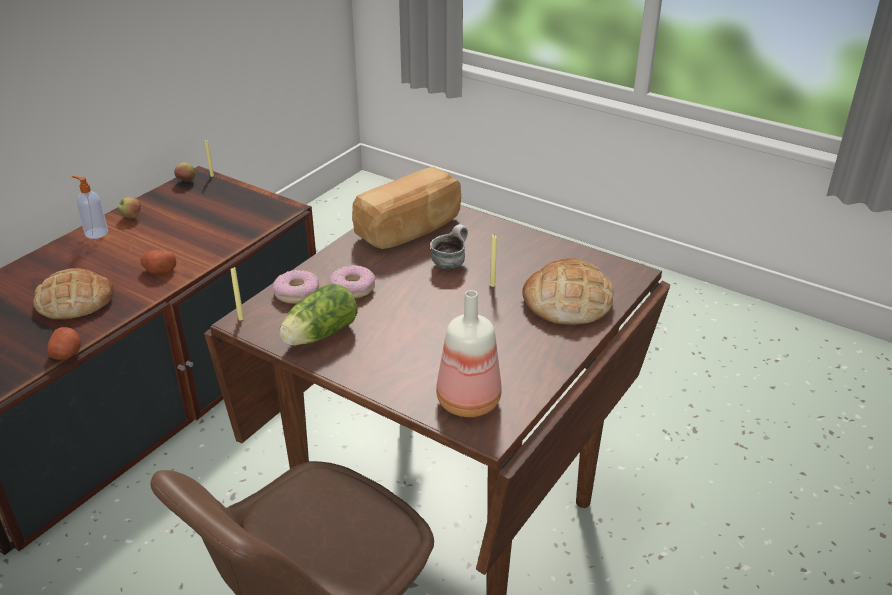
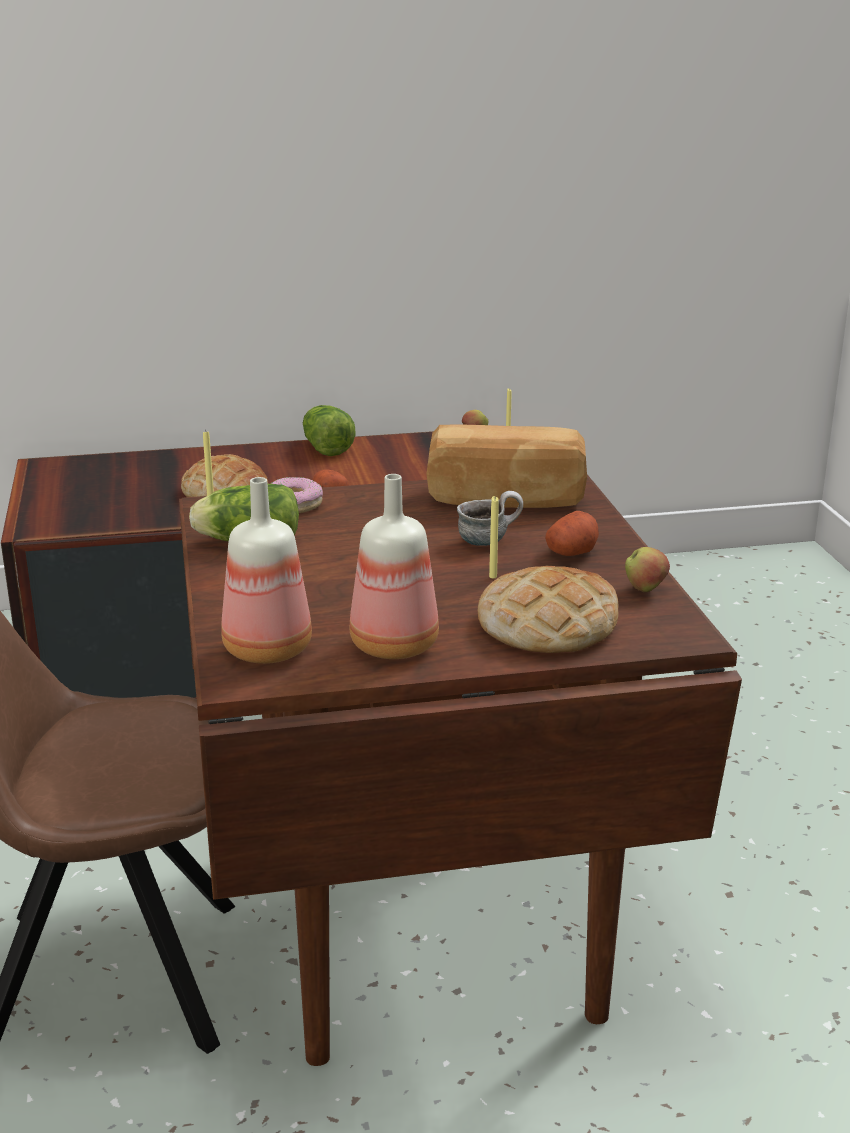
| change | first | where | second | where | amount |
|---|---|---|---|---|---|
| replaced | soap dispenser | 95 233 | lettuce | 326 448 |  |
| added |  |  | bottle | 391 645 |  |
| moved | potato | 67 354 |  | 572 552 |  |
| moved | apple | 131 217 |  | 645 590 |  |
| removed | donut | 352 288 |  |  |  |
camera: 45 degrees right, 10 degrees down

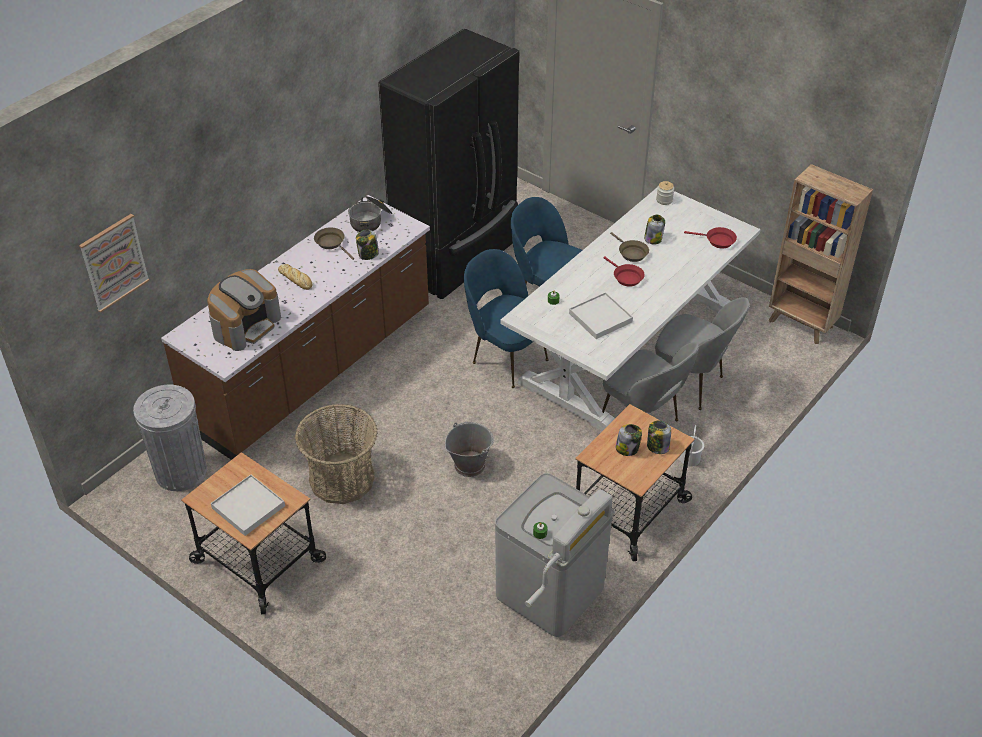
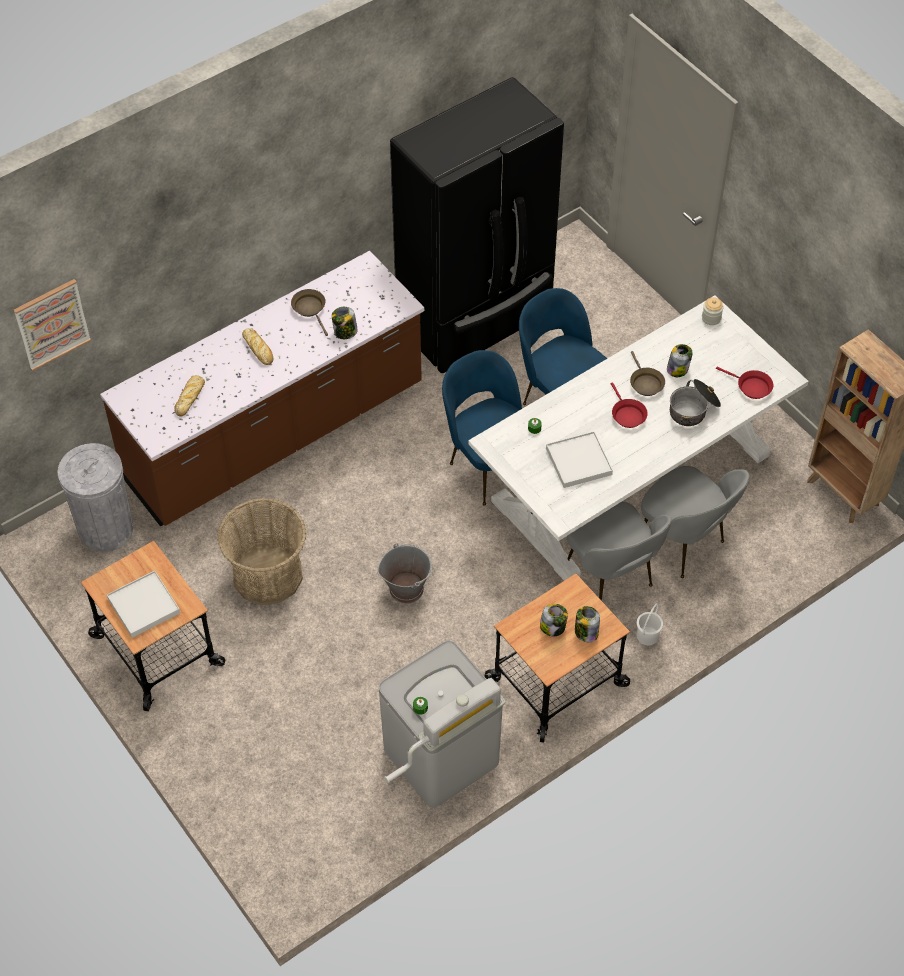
| change | first | where | second | where | amount |
|---|---|---|---|---|---|
| replaced | coffee machine | 246 325 | bread | 190 397 |  |
| moved | cooking pot | 370 221 |  | 693 409 |  |
camera: 15 degrees right, 10 degrees up

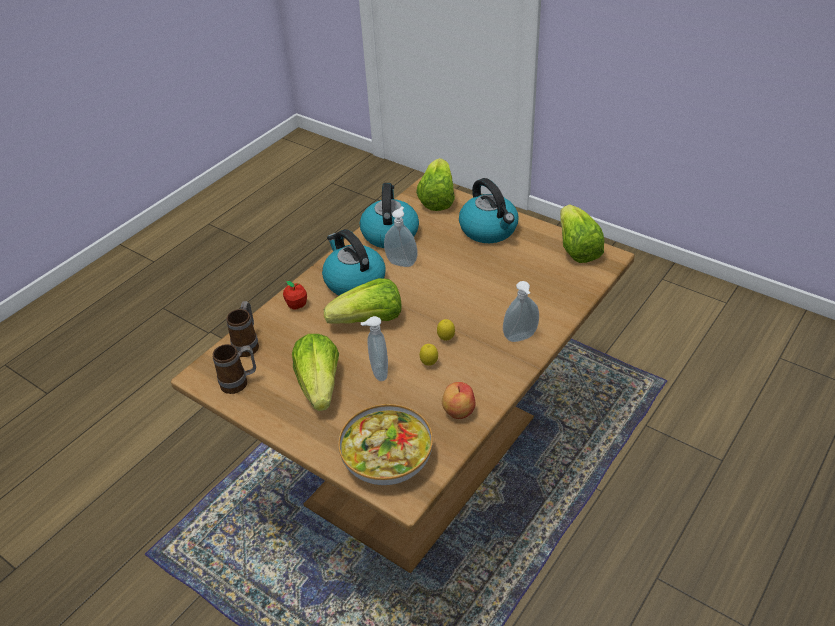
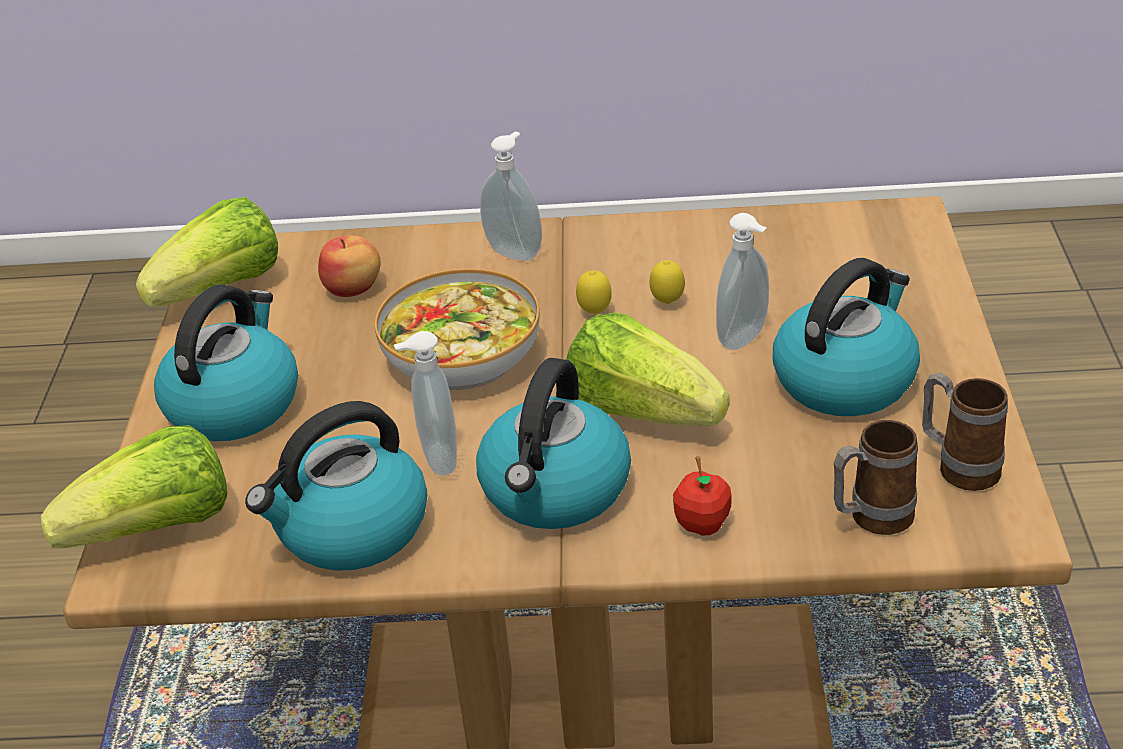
| change | first | where | second | where | amount |
|---|---|---|---|---|---|
| moved | apple | 458 411 |  | 353 289 |  |
| moved | bowl | 388 458 |  | 462 356 |  |
| replaced | lettuce | 319 385 | kettle | 845 379 |  |
camera: 125 degrees left, 5 degrees down

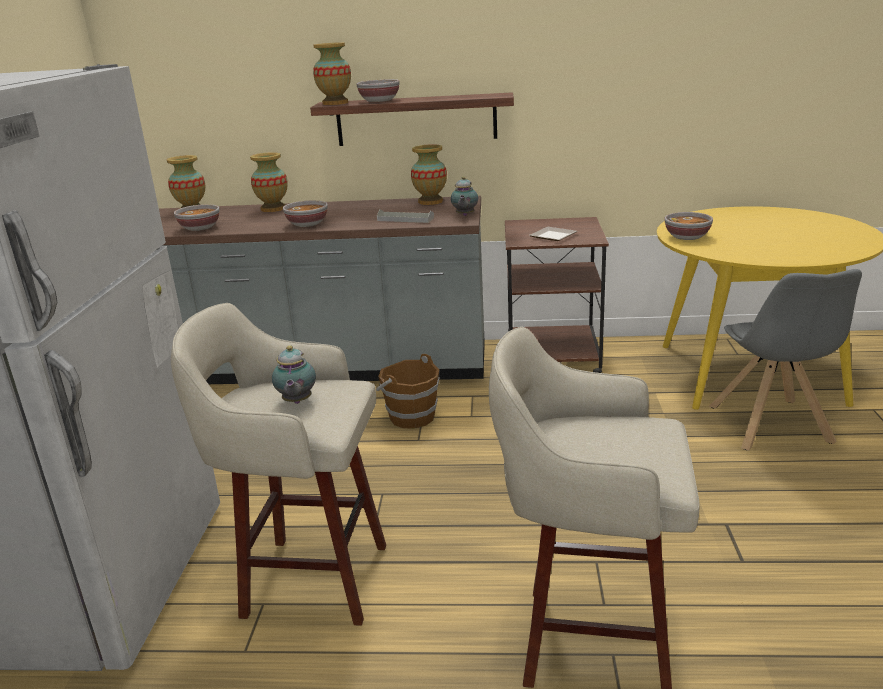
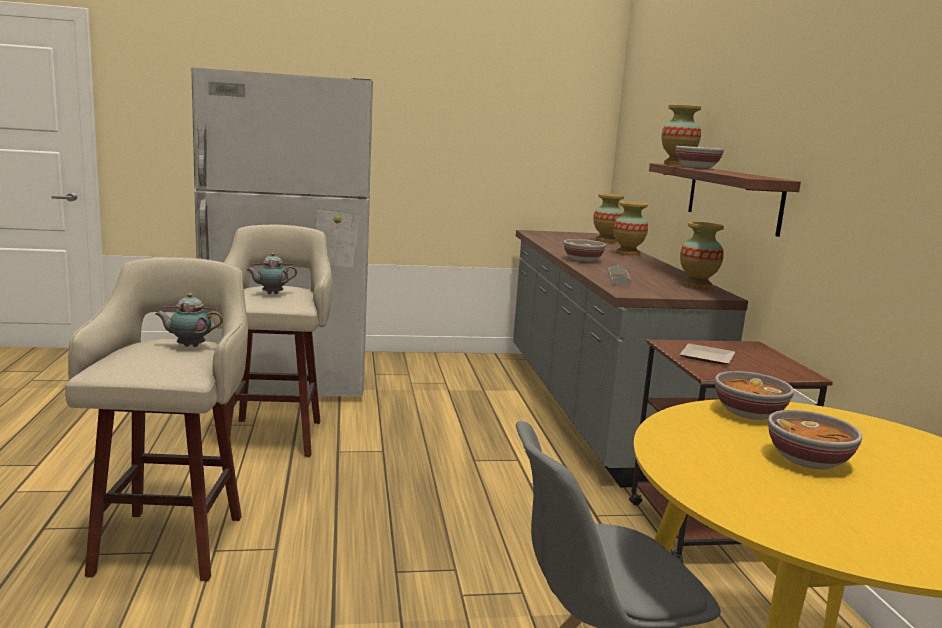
| change | first | where | second | where | amount |
|---|---|---|---|---|---|
| moved | teapot | 464 215 |  | 189 346 |  |
| moved | bowl | 200 228 |  | 808 460 |  |
| removed | brown bucket | 411 417 |  |  |  |
camera: 75 degrees right, 10 degrees down

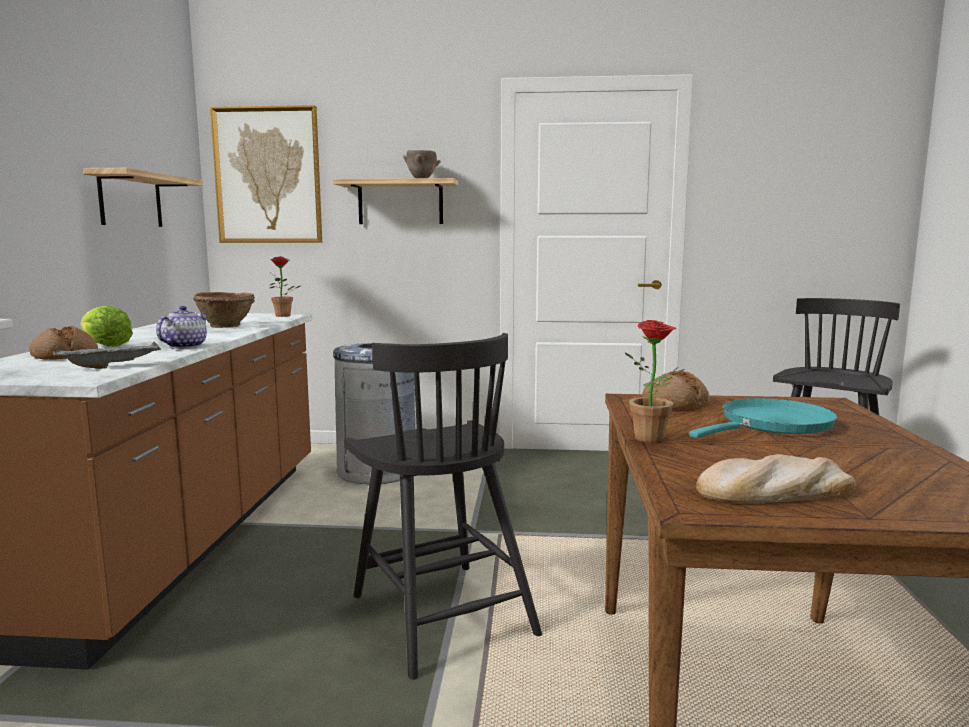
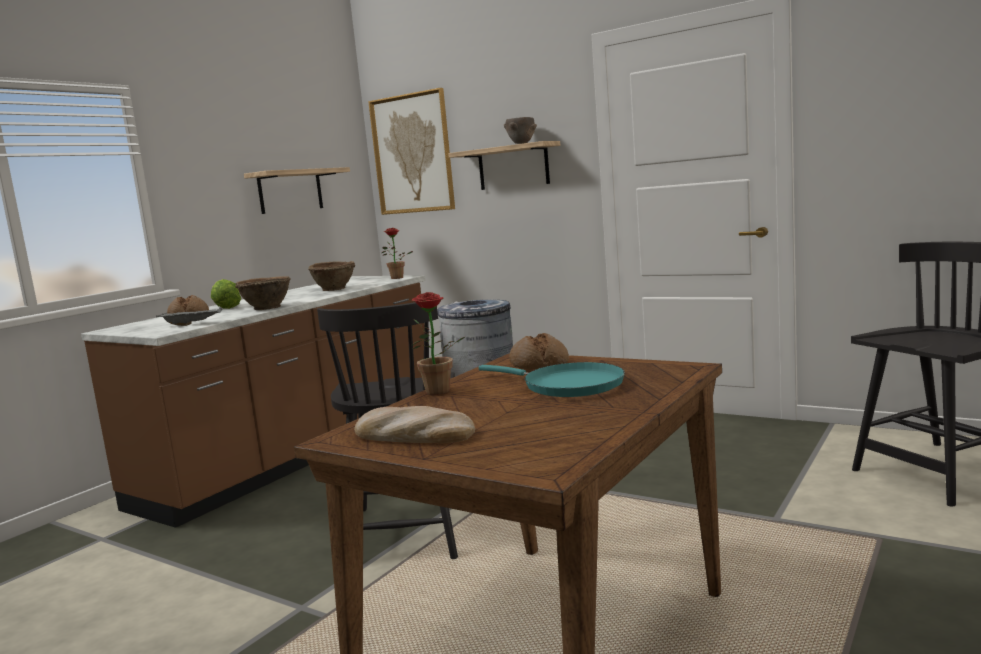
| change | first | where | second | where | amount |
|---|---|---|---|---|---|
| replaced | teapot | 185 346 | brown bowl | 266 308 |  |
| turned | turquoise frying pan | 772 424 |  | 567 385 | 45 degrees clockwise |
camera: 30 degrees right, 0 degrees up

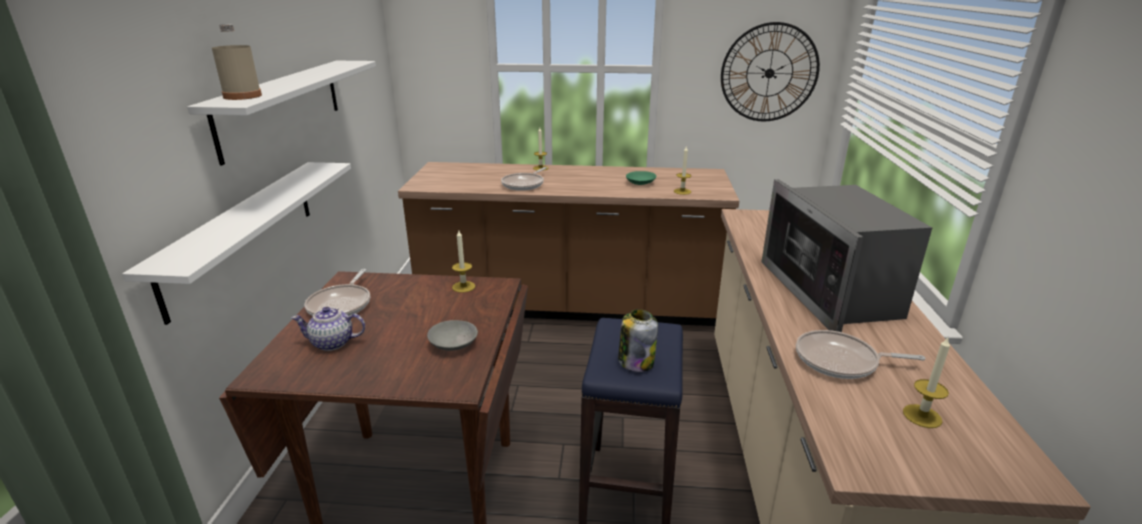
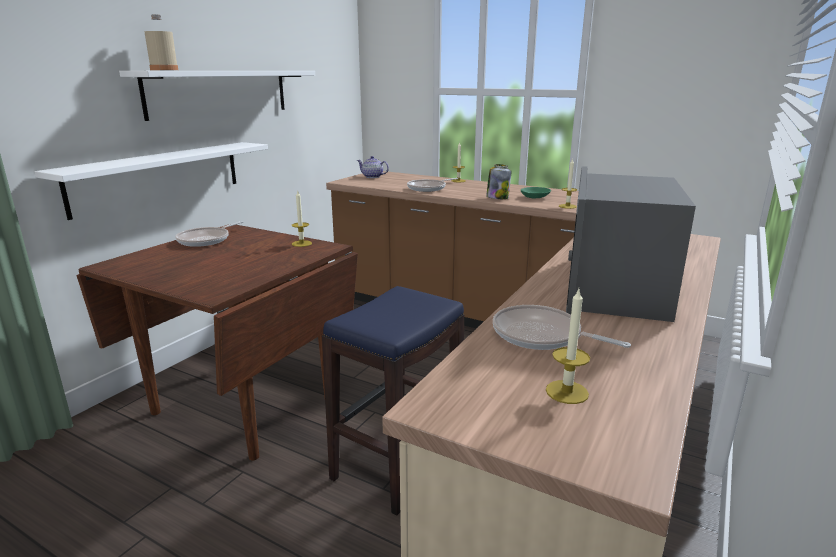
| change | first | where | second | where | amount |
|---|---|---|---|---|---|
| moved | teapot | 333 343 |  | 372 177 |  |
| moved | jar | 635 361 |  | 497 198 |  |
| removed | grey bowl | 454 343 |  |  |  |
| removed | wall clock | 769 73 |  |  |  |
camera: 25 degrees right, 5 degrees down

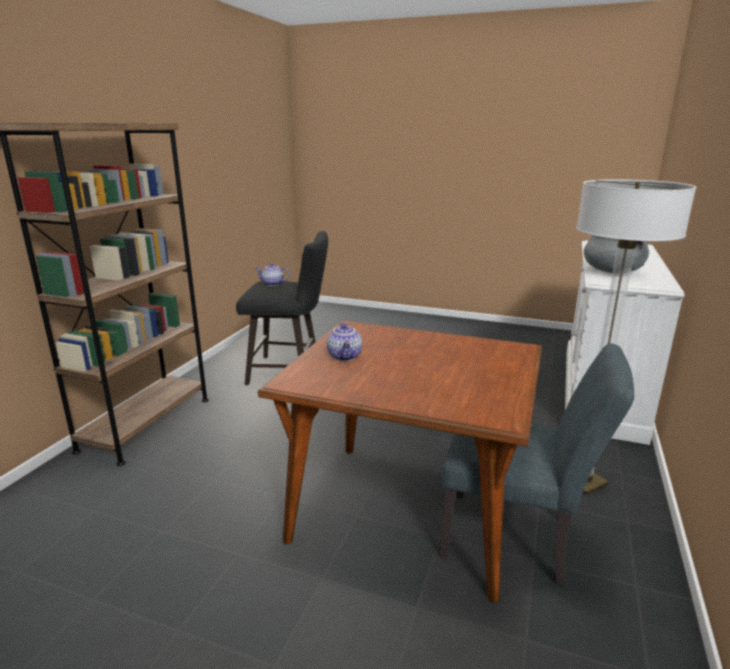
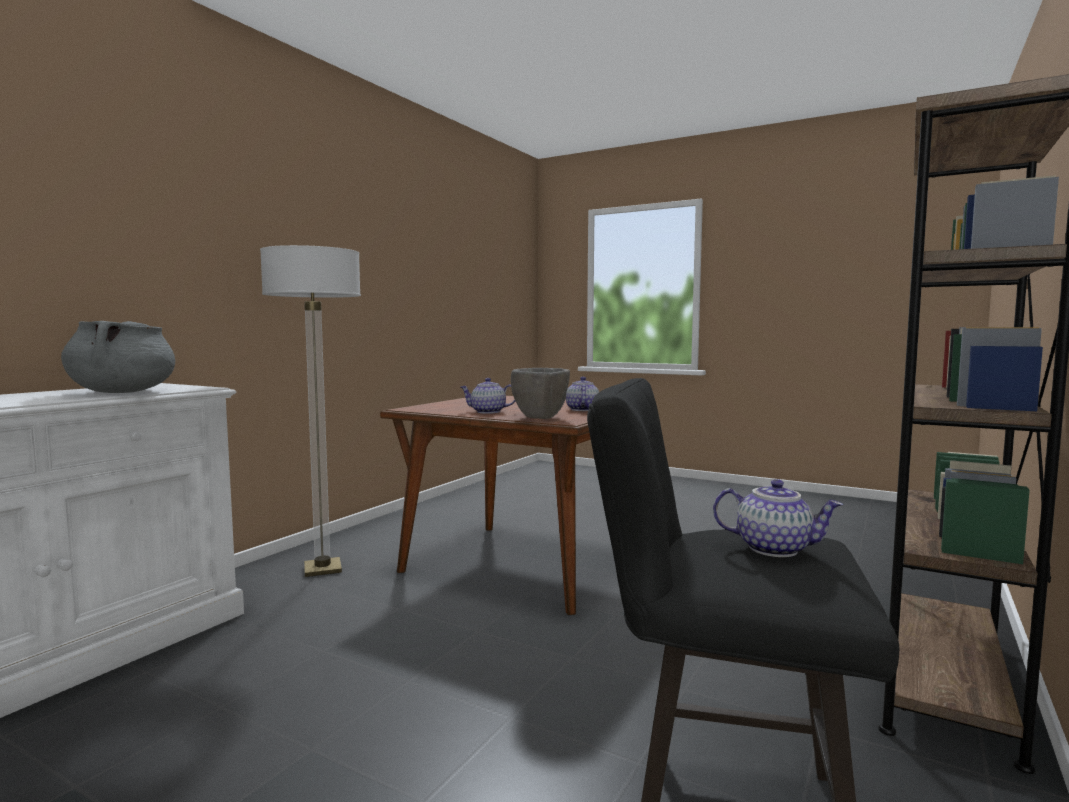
| change | first | where | second | where | amount |
|---|---|---|---|---|---|
| added |  |  | teapot | 488 412 |  |
| added |  |  | grey bowl | 540 418 |  |
| removed | grey chair | 517 539 |  |  |  |
camera: 170 degrees left, 15 degrees down

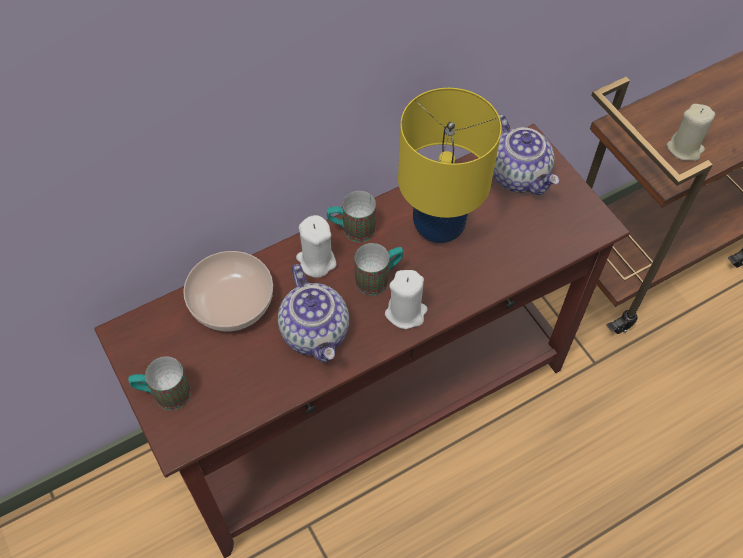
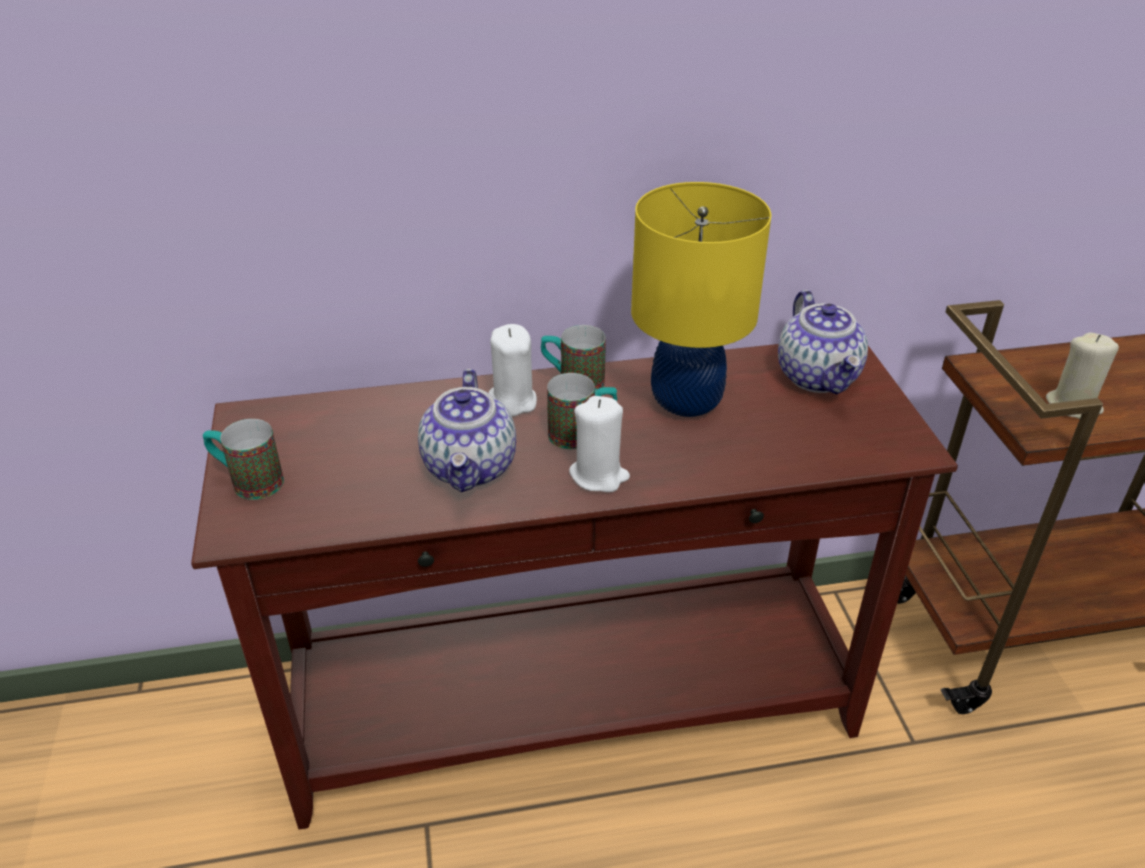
| change | first | where | second | where | amount |
|---|---|---|---|---|---|
| removed | bowl | 233 301 |  |  |  |
camera: 20 degrees right, 20 degrees down

